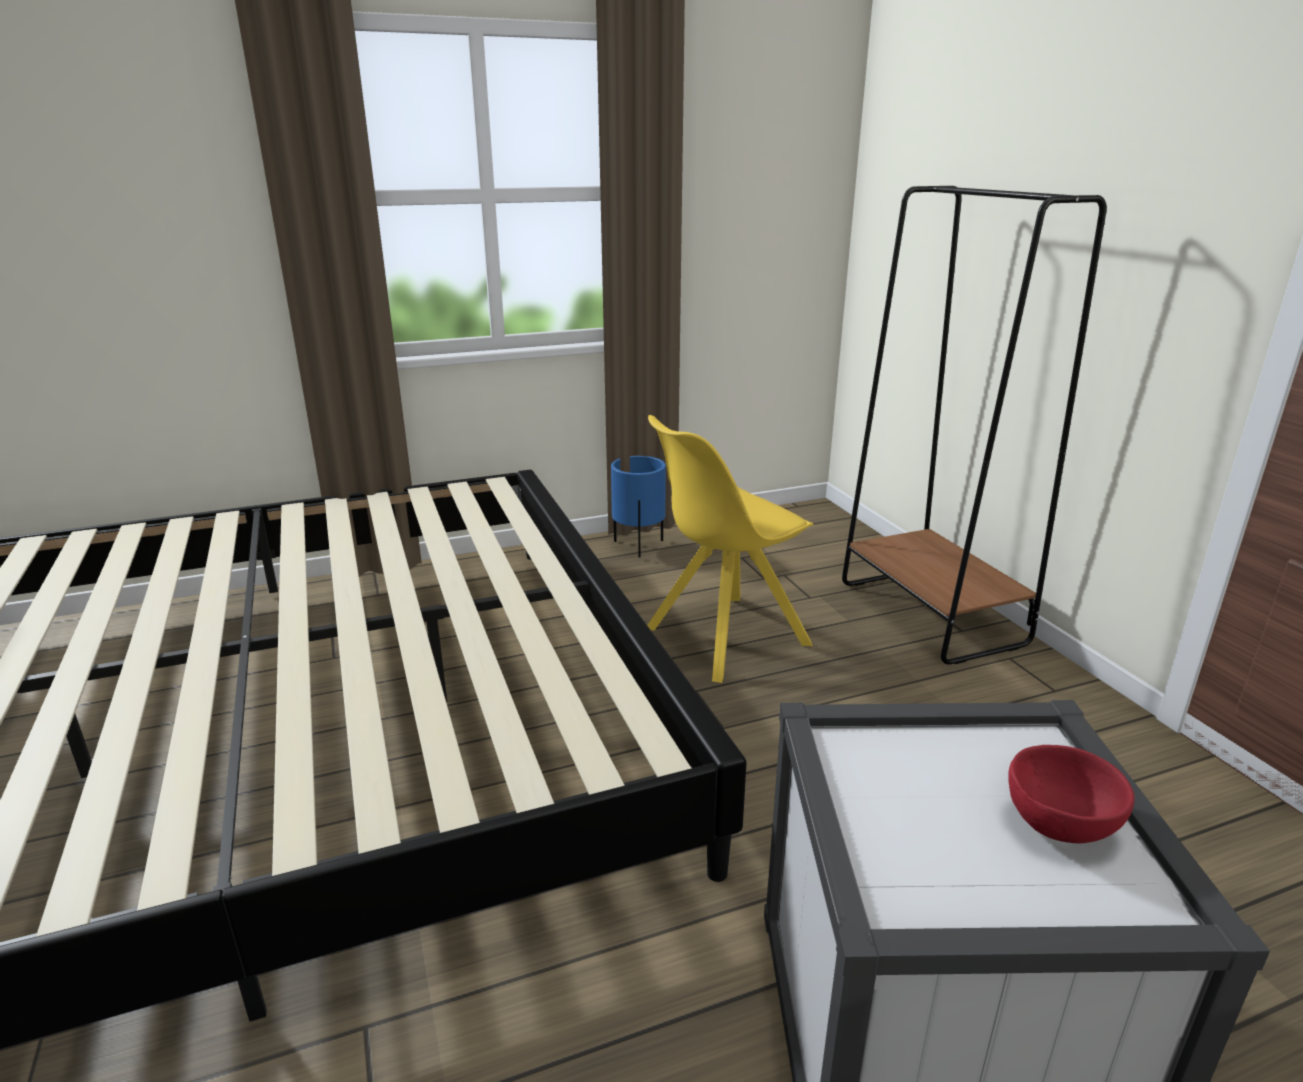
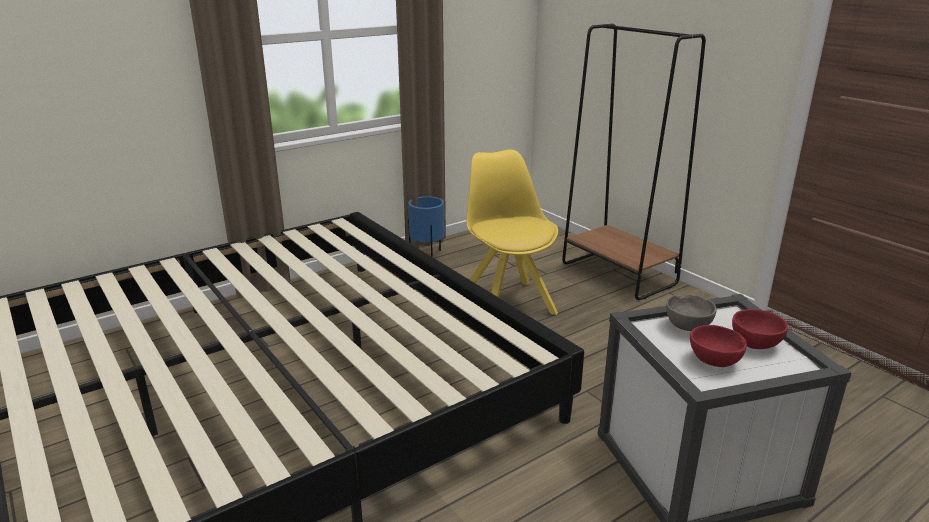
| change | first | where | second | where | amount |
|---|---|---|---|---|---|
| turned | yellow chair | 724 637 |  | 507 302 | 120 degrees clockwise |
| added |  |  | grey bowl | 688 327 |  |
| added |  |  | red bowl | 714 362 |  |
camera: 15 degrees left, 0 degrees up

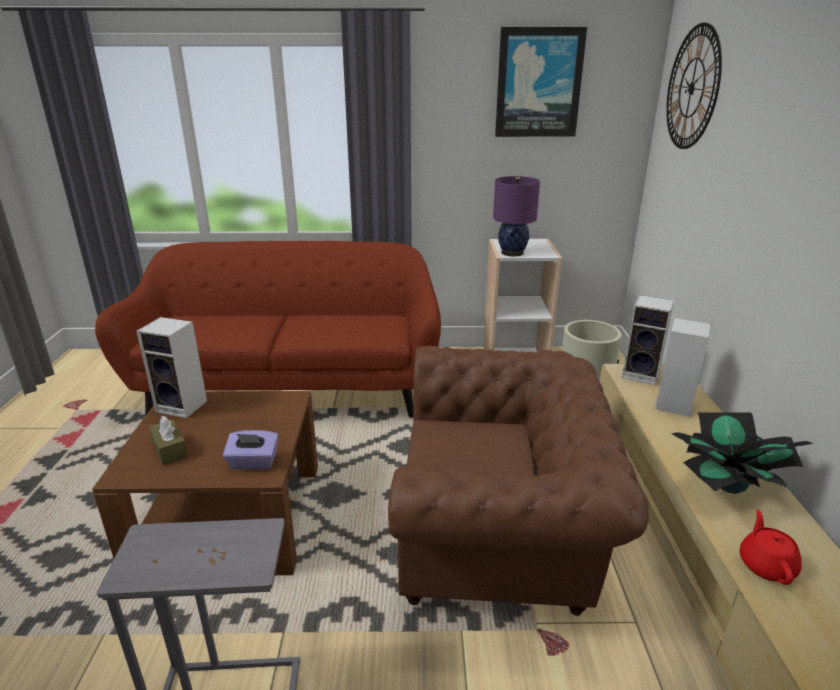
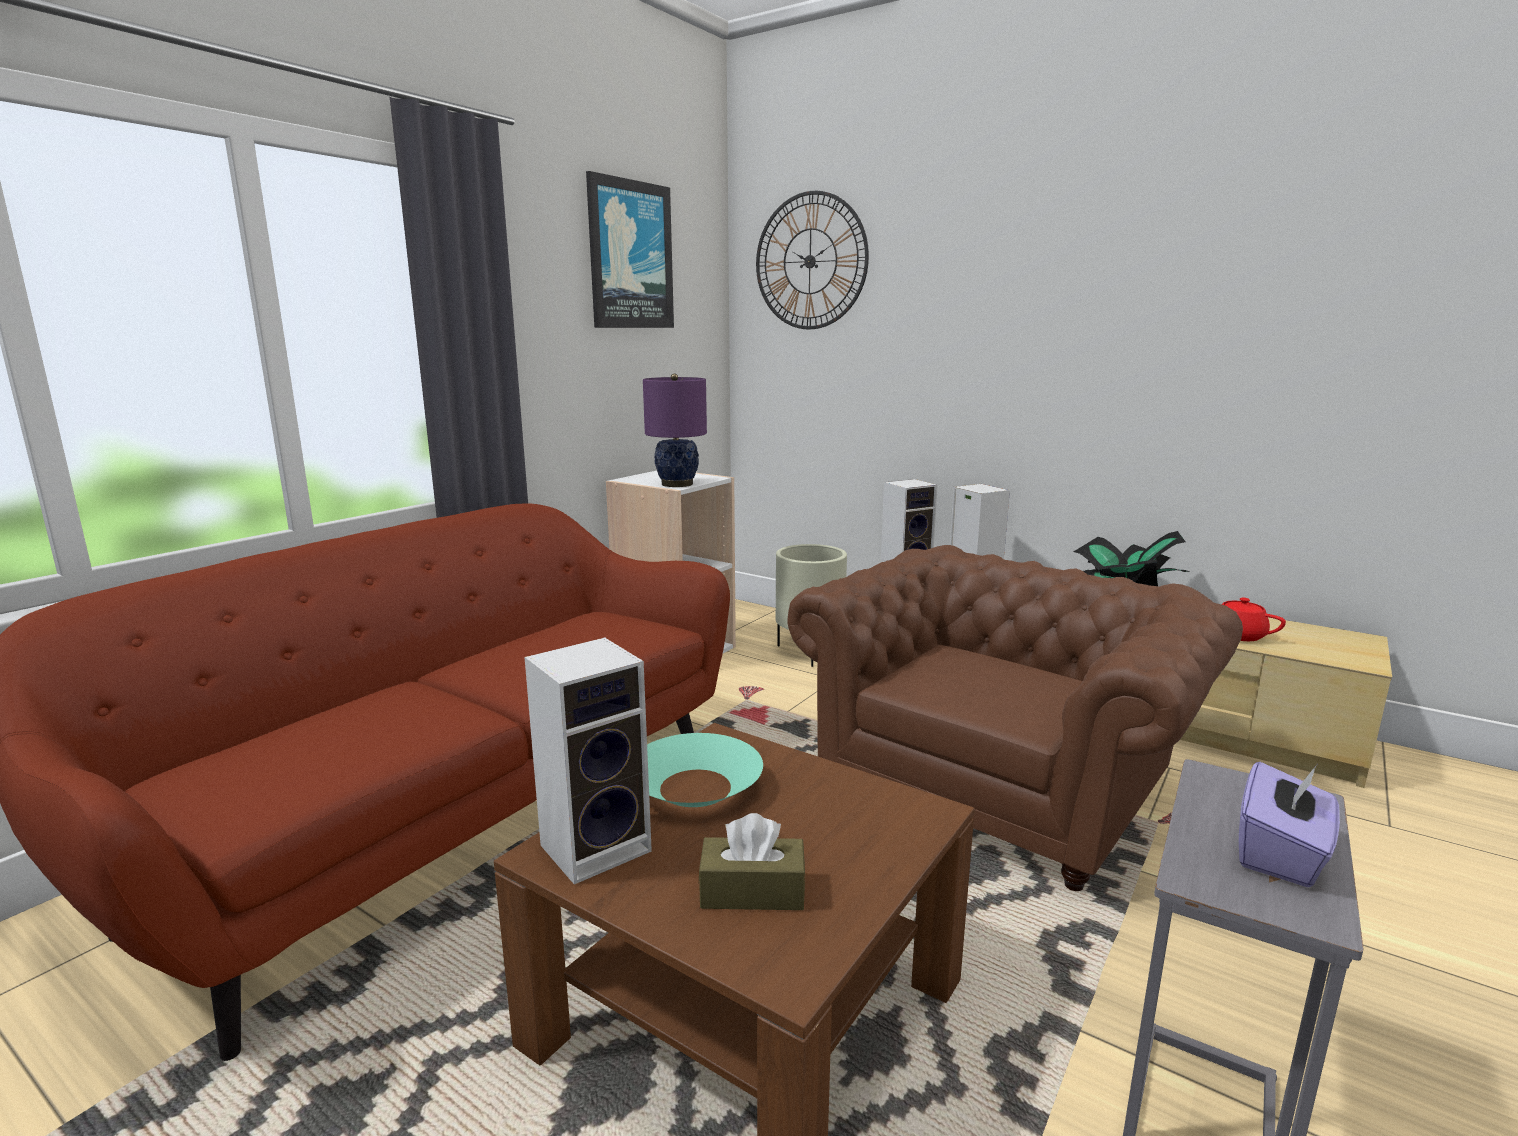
| change | first | where | second | where | amount |
|---|---|---|---|---|---|
| added |  |  | turquoise bowl | 694 787 |  |
| moved | purple tissue box | 253 463 |  | 1281 854 |  |
camera: 55 degrees left, 10 degrees down

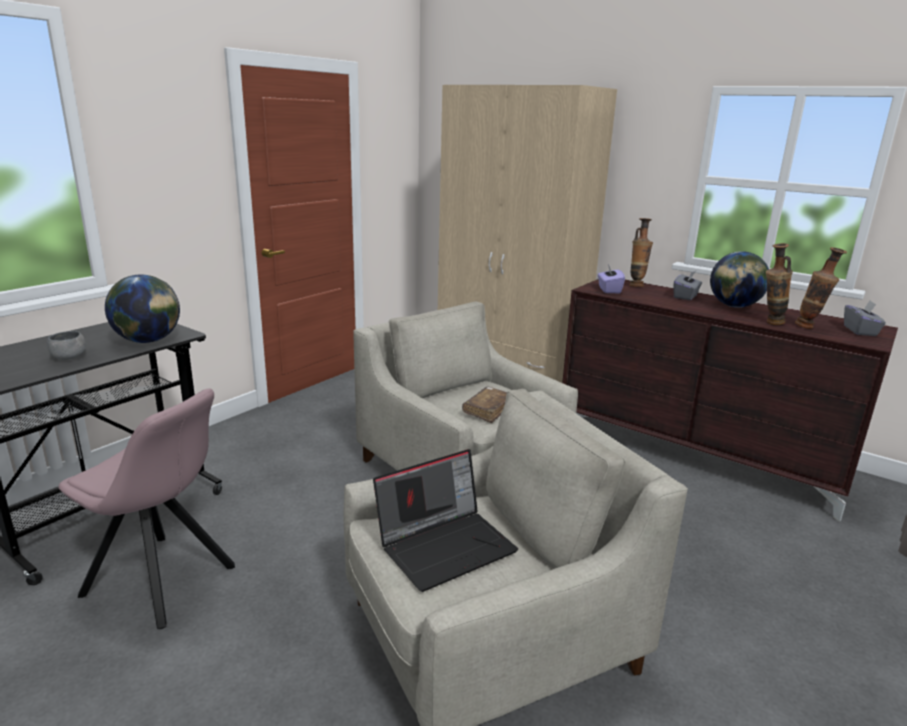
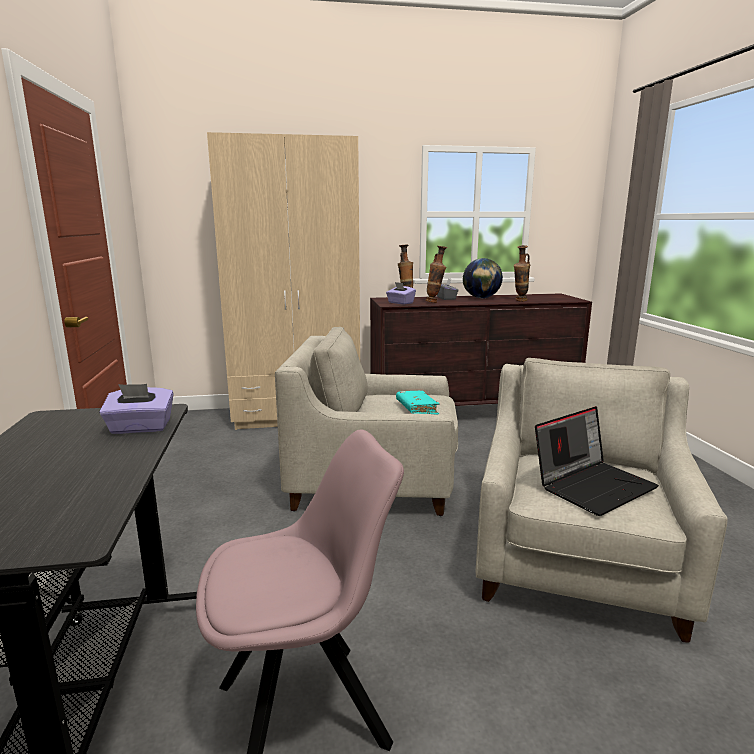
| change | first | where | second | where | amount |
|---|---|---|---|---|---|
| replaced | globe | 148 341 | purple tissue box | 140 428 |  |
| recoloured | brown book | 488 410 | turquoise book | 417 408 |  |
| moved | vase | 810 328 |  | 435 302 |  |
| turned | laptop | 446 545 |  | 593 485 | 45 degrees clockwise |
| removed | grey bowl | 69 357 |  |  |  |
| removed | grey tissue box | 860 331 |  |  |  |
camera: 45 degrees left, 5 degrees down

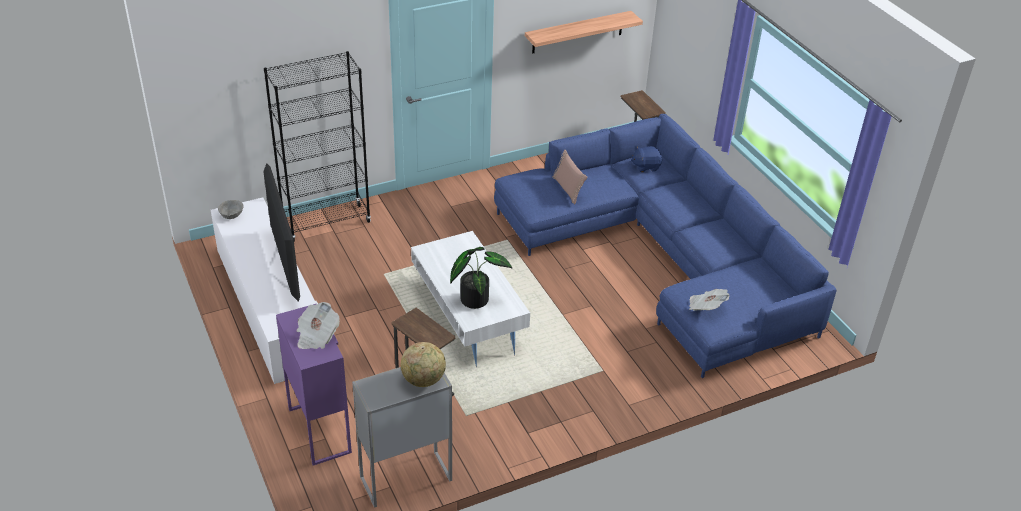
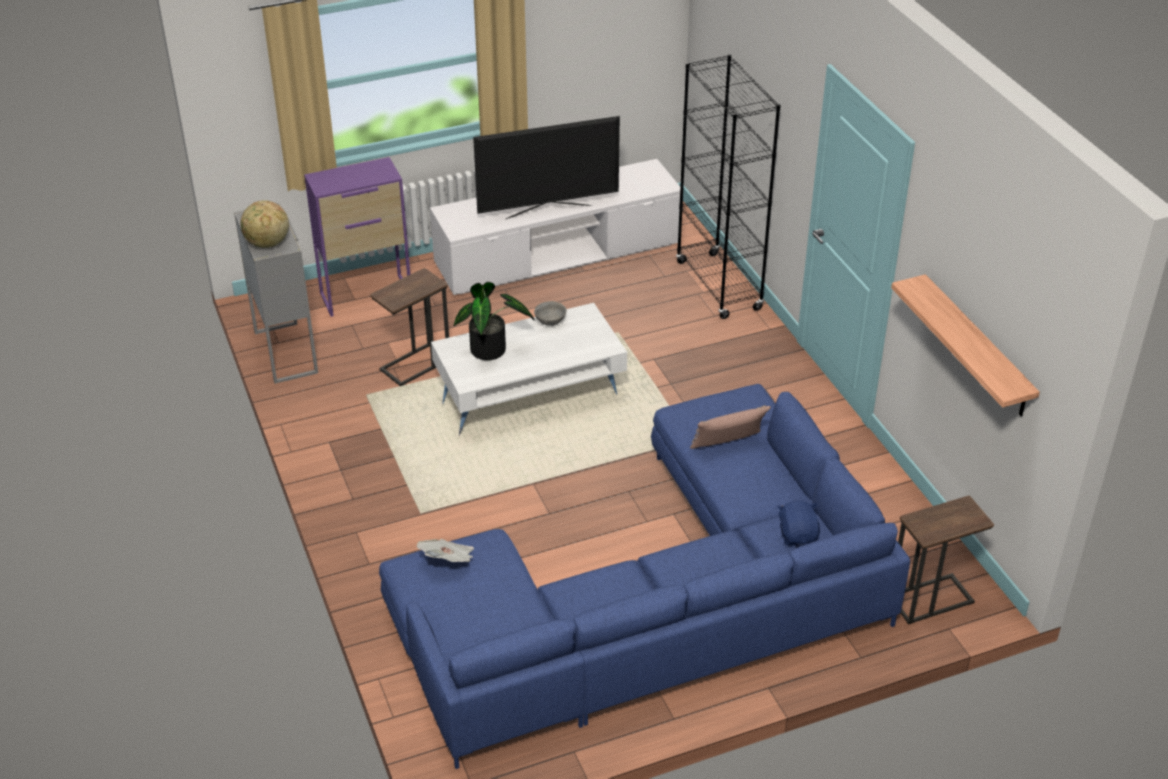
| change | first | where | second | where | amount |
|---|---|---|---|---|---|
| moved | grey bowl | 232 215 |  | 550 322 |  |
| removed | newspaper | 316 336 |  |  |  |
camera: 95 degrees right, 0 degrees up

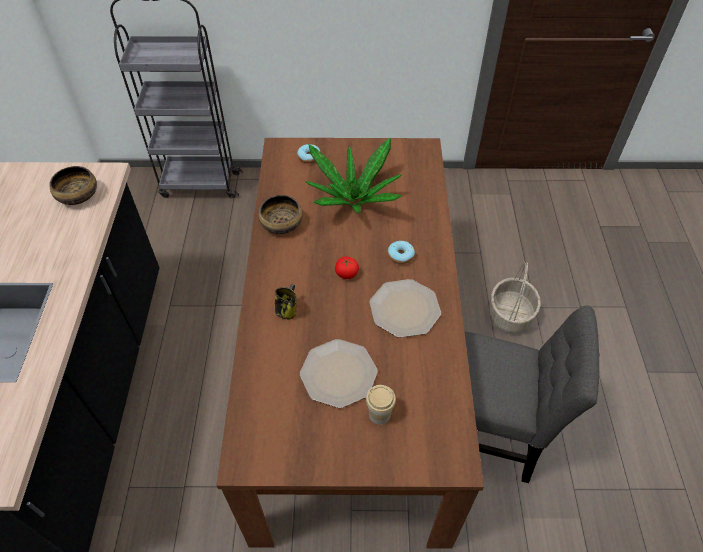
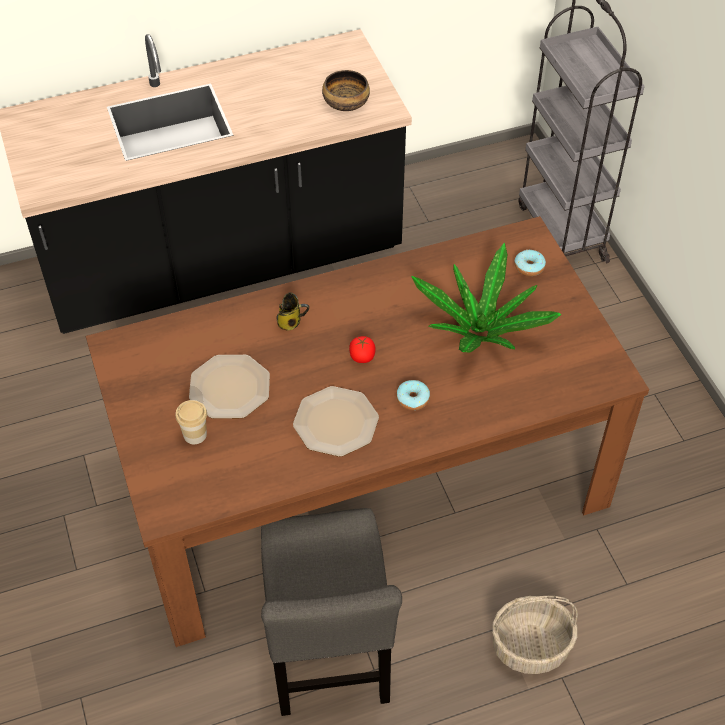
| change | first | where | second | where | amount |
|---|---|---|---|---|---|
| removed | bowl | 282 224 |  |  |  |
camera: 70 degrees right, 0 degrees up

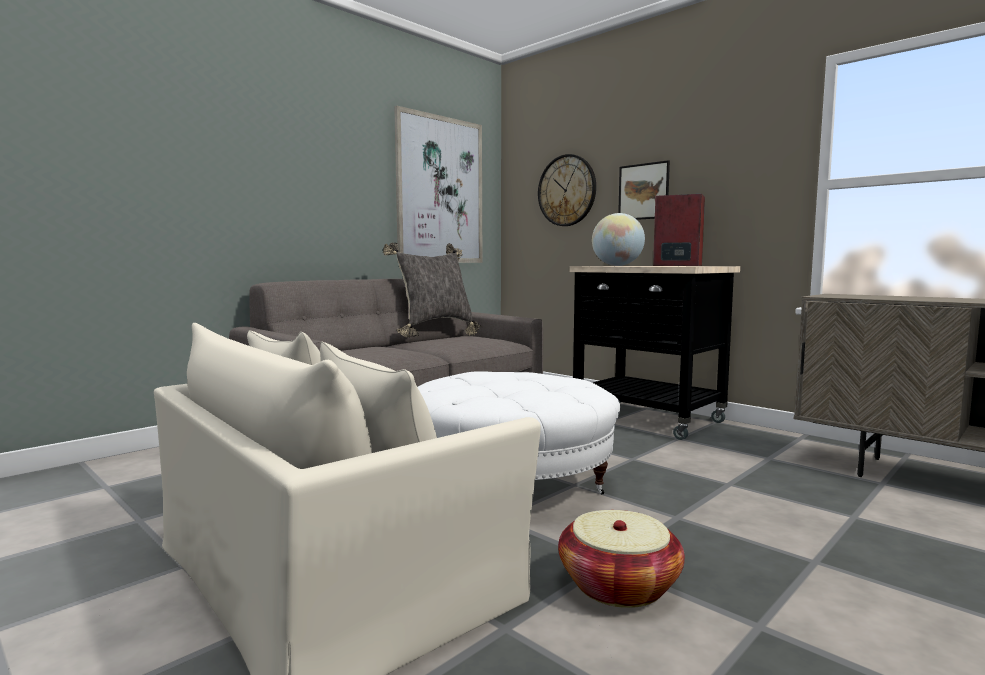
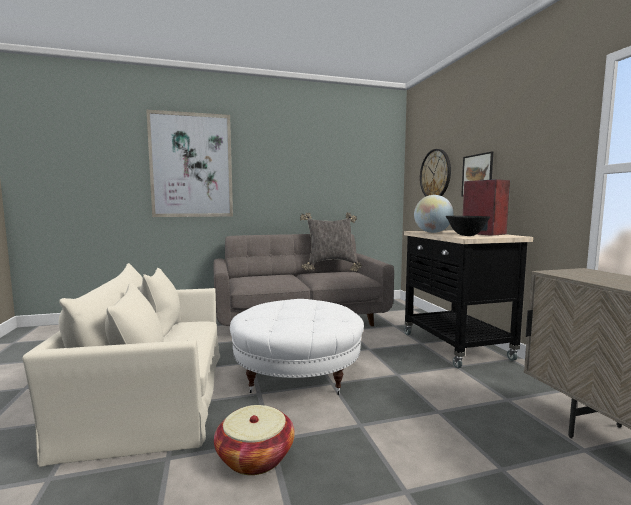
| change | first | where | second | where | amount |
|---|---|---|---|---|---|
| moved | picture | 440 190 |  | 191 165 |  |
| added |  |  | black bowl | 466 236 |  |
camera: 30 degrees right, 0 degrees up

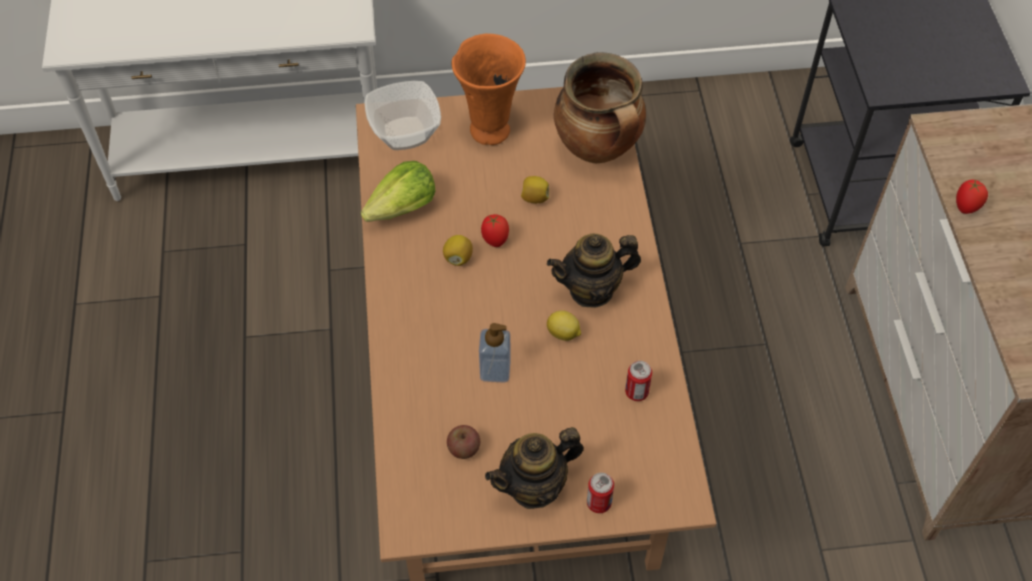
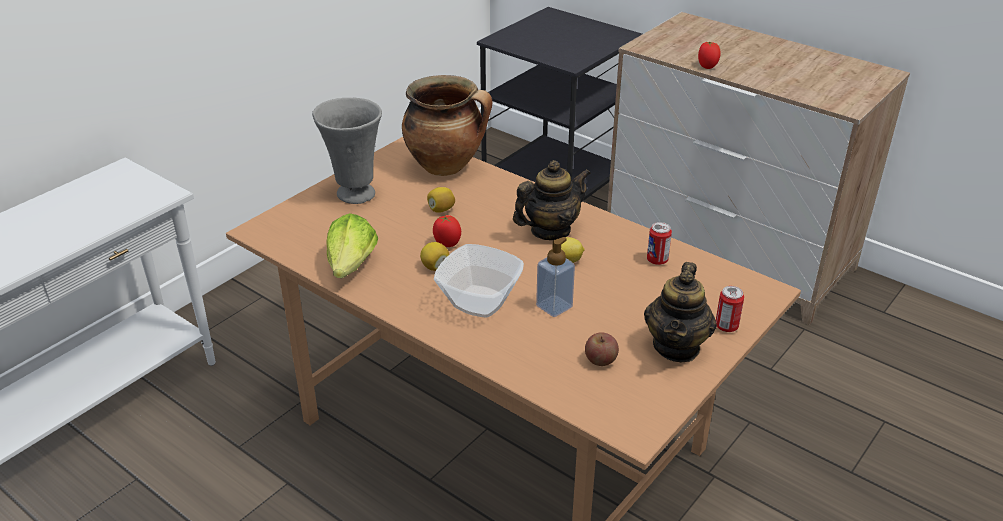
| change | first | where | second | where | amount |
|---|---|---|---|---|---|
| recoloured | orange vase | 490 128 | grey vase | 355 193 |  |
| moved | bowl | 404 134 |  | 480 303 |  |
| turned | teapot | 592 290 |  | 550 231 | 150 degrees counterclockwise |
camera: 45 degrees left, 20 degrees down

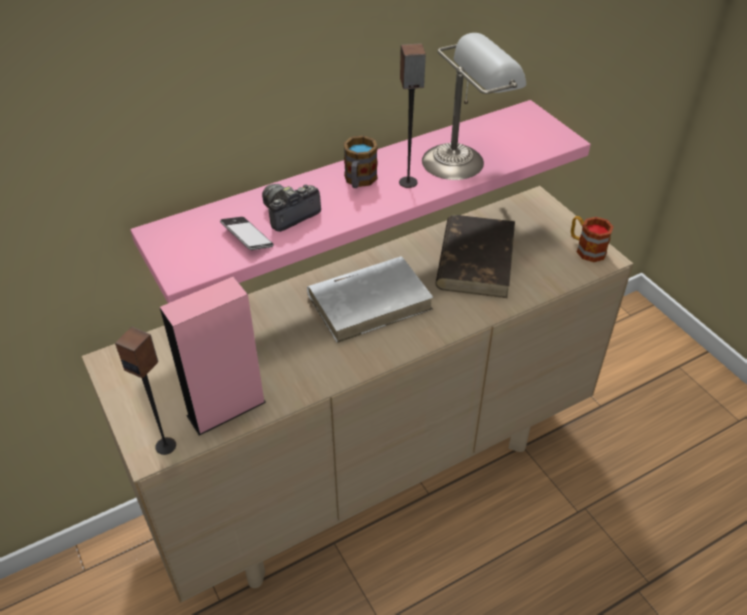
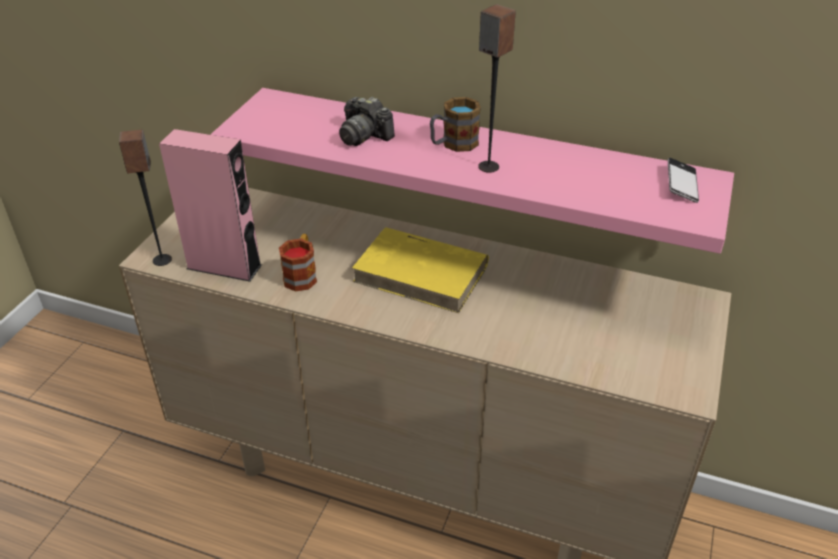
| change | first | where | second | where | amount |
|---|---|---|---|---|---|
| moved | mug | 586 249 |  | 301 275 |  |
| turned | photo camera | 289 214 |  | 364 135 | 150 degrees counterclockwise |
| recoloured | white book | 370 301 | yellow book | 422 274 |  |
| moved | phone | 247 237 |  | 681 185 |  |
| removed | white table lamp | 463 157 |  |  |  |
| removed | brown book | 475 259 |  |  |  |
camera: 50 degrees right, 5 degrees down

